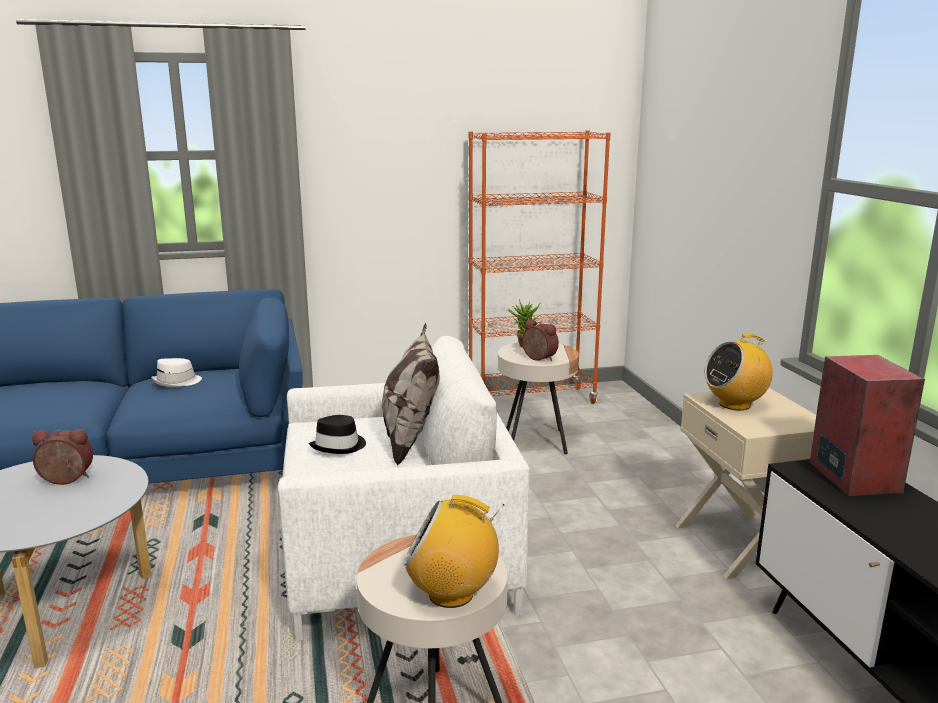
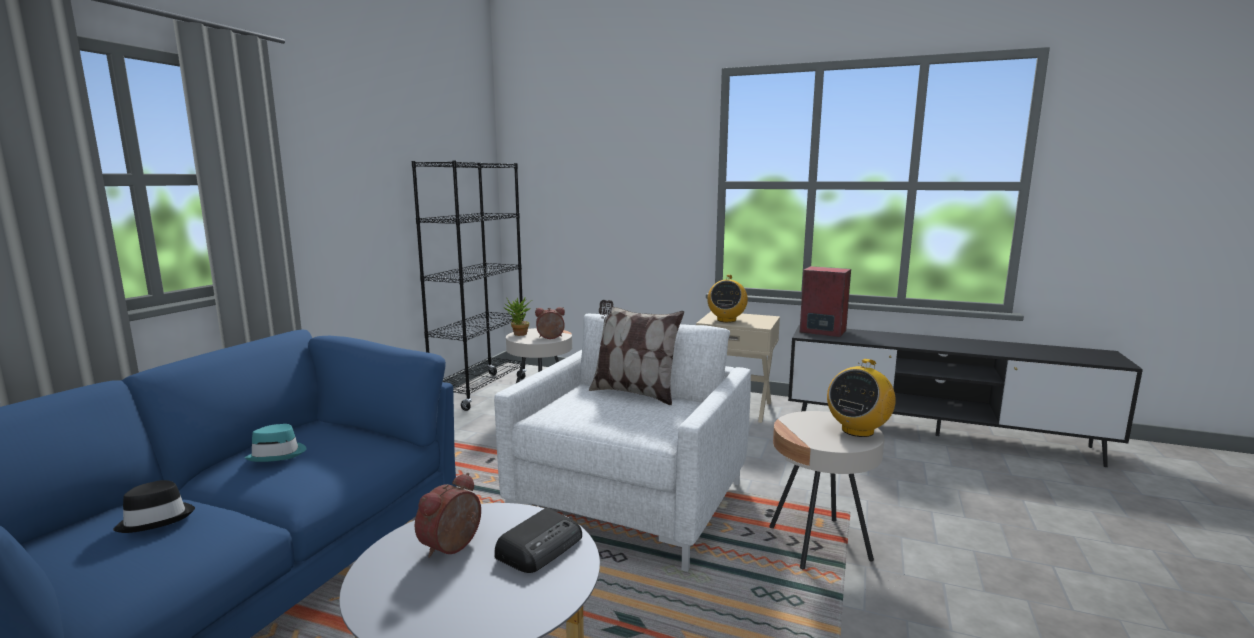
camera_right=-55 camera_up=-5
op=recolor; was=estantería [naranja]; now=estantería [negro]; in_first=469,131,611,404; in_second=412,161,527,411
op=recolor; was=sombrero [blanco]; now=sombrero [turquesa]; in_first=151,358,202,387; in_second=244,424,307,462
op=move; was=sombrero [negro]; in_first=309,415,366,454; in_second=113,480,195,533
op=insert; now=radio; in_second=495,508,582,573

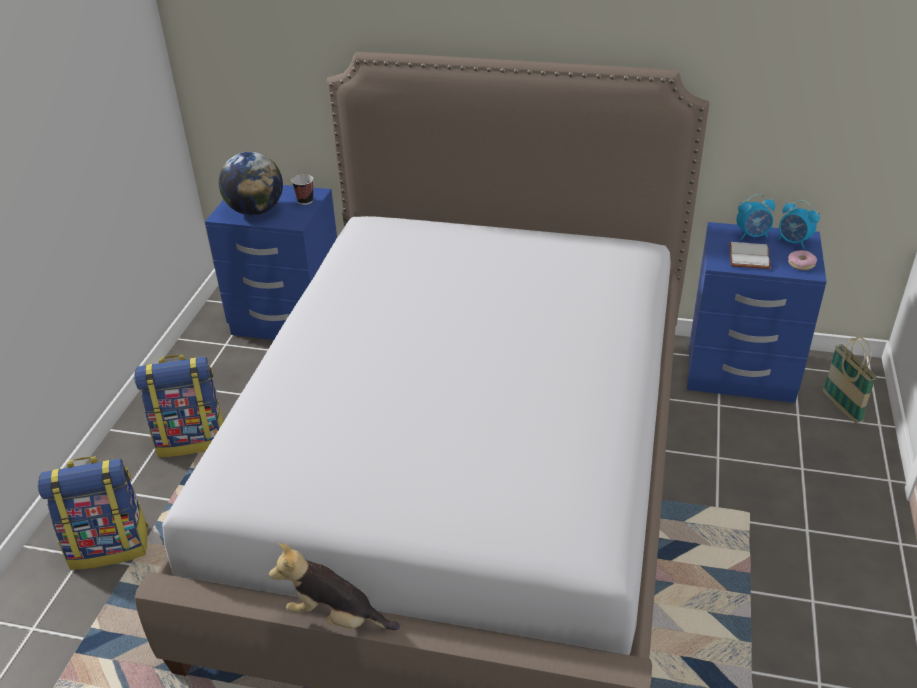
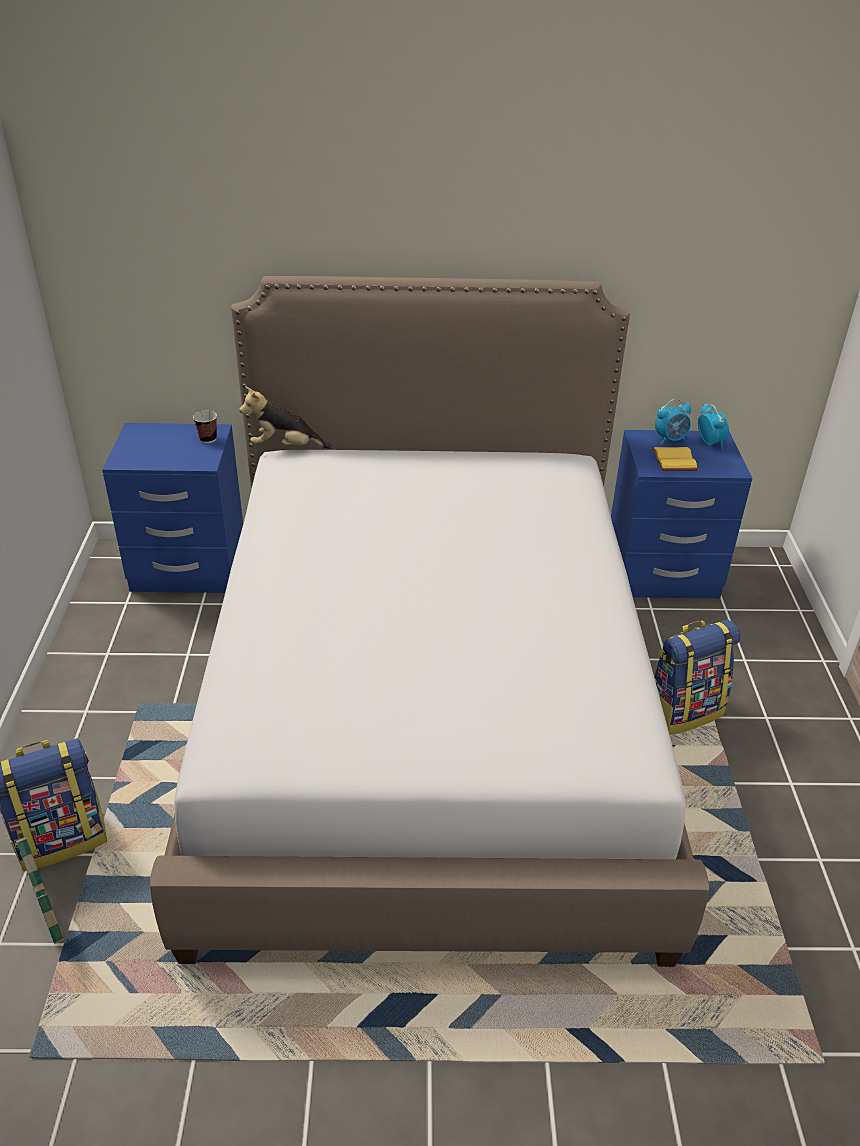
camera_right=-15 camera_up=0
op=delete; was=globo terráqueo; in_first=219,152,283,215
op=rotate; was=despertador; in_first=777,200,820,249; in_second=698,404,729,449; clockwise=-135
op=recolor; was=libro [blanco]; now=libro [amarillo]; in_first=729,242,771,269; in_second=652,447,699,471
op=delete; was=rosquilla; in_first=788,250,817,270
op=move; was=cesta; in_first=823,336,877,423; in_second=16,835,64,944
op=move; was=mochila; in_first=134,355,224,457; in_second=654,619,740,735
op=move; was=peluche; in_first=269,543,400,630; in_second=239,386,332,449

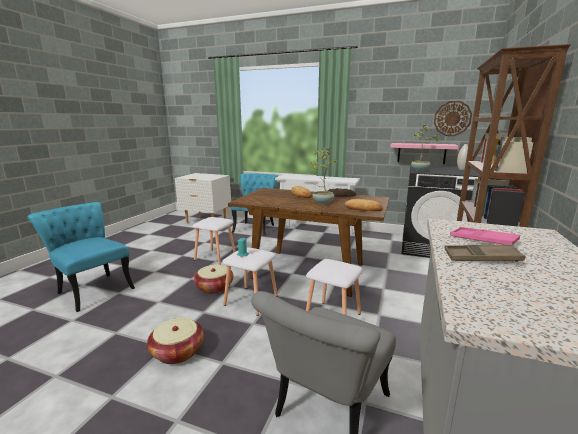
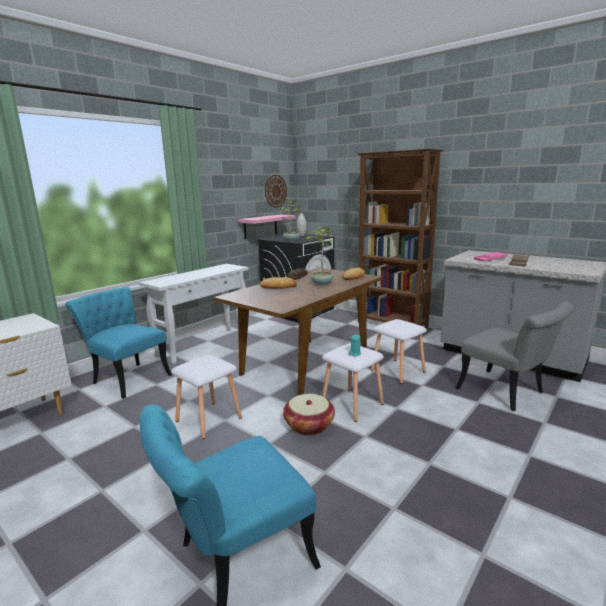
camera_right=-70 camera_up=0
op=delete; was=cesta; in_first=147,318,204,364

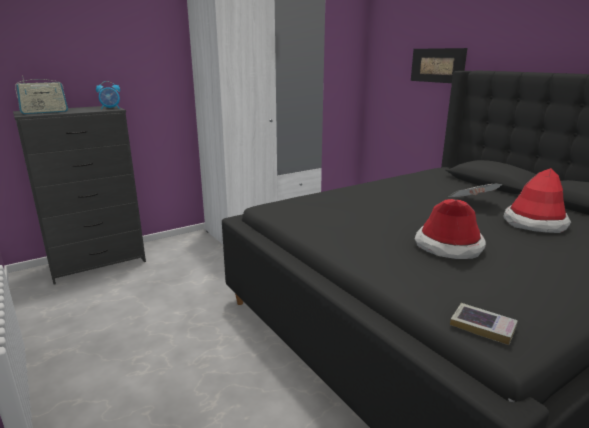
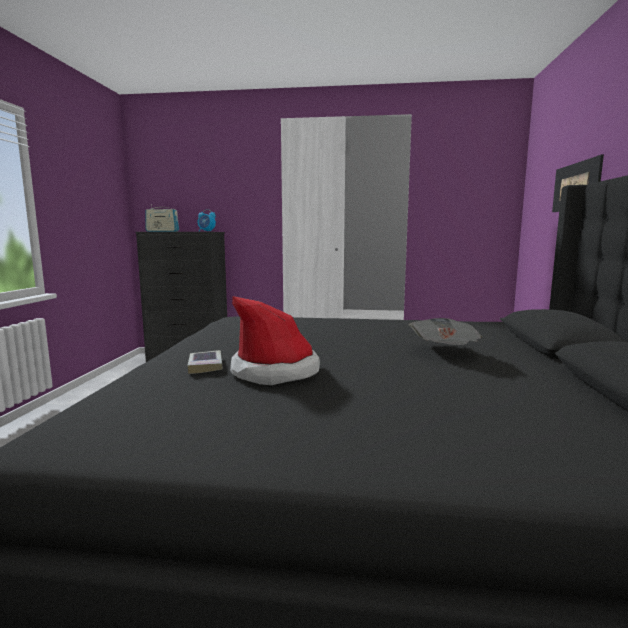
camera_right=40 camera_up=-10
op=delete; was=sombrero; in_first=503,168,571,233
op=move; was=libro; in_first=450,303,518,345; in_second=187,350,223,374

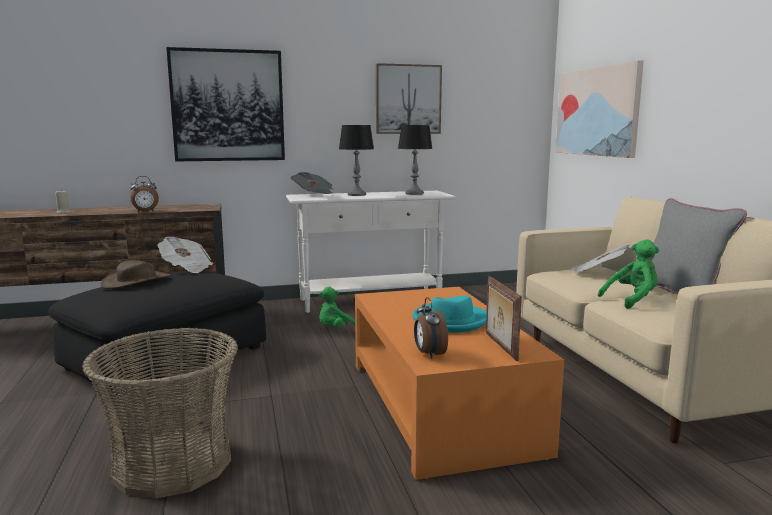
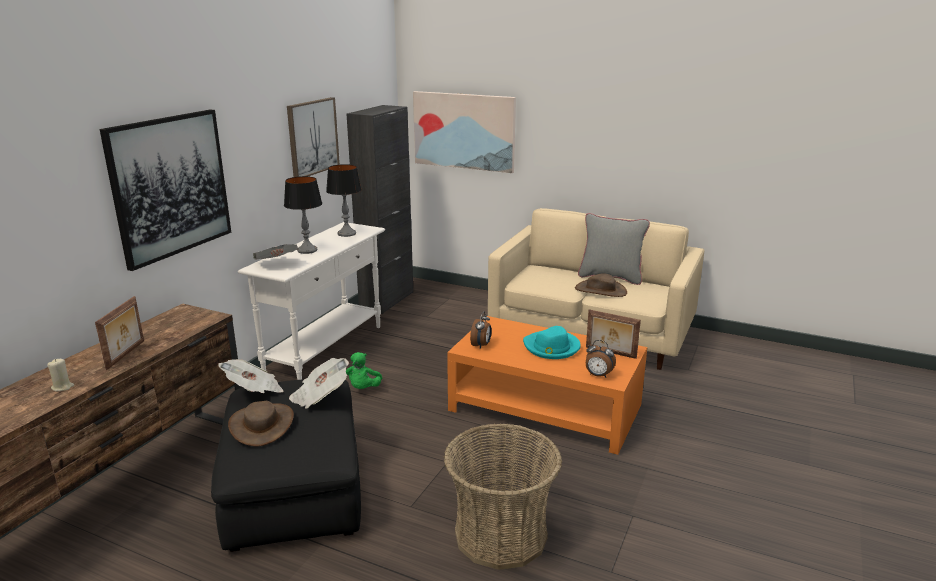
camera_right=-50 camera_up=10
op=move; was=despertador; in_first=130,176,159,212; in_second=470,311,492,349
op=replace; was=peluche [verde]; now=sombrero [marrón]; in_first=598,239,660,309; in_second=575,274,627,297
op=move; was=periódico; in_first=571,245,632,273; in_second=289,358,349,408
op=insert; now=armario [negro]; in_second=347,105,413,314
op=insert; now=portarretratos; in_second=95,296,144,370

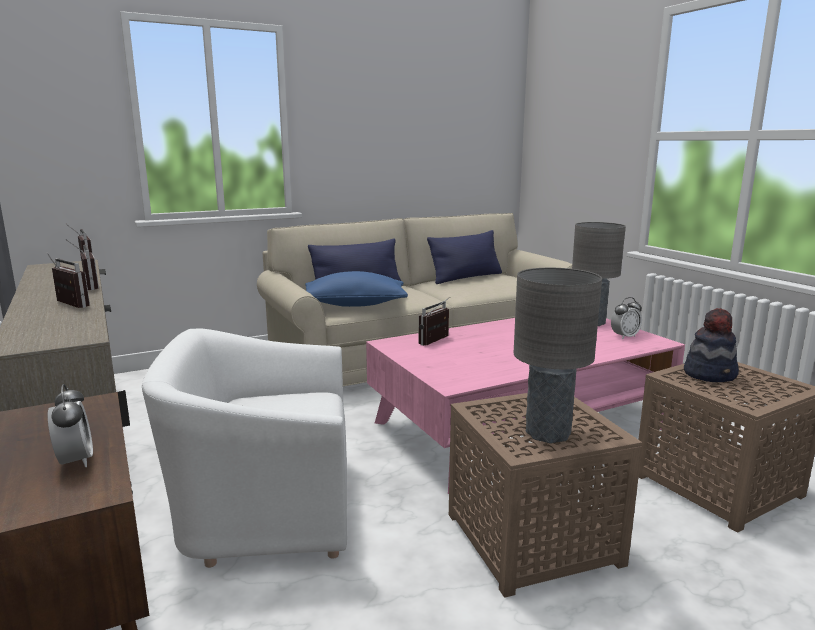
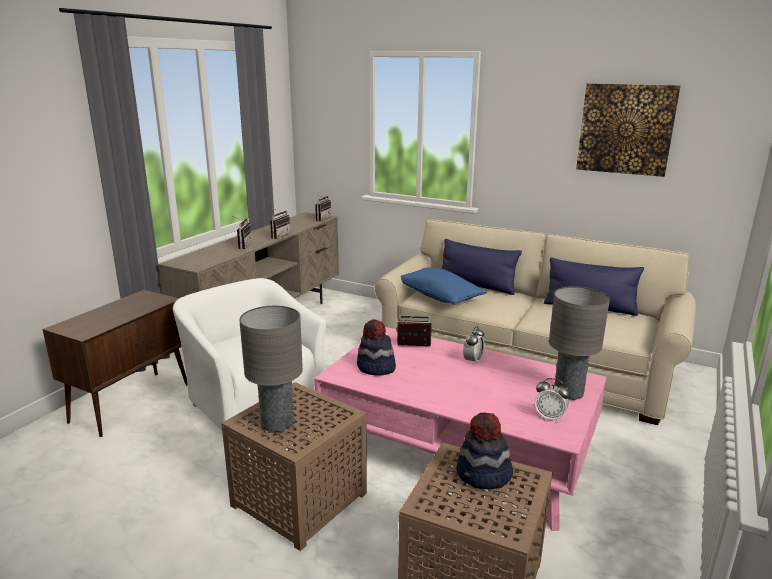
camera_right=55 camera_up=5
op=move; was=despertador; in_first=48,384,93,467; in_second=463,327,484,365
op=insert; now=cuadro; in_second=576,84,681,177
op=insert; now=sombrero; in_second=357,319,396,376

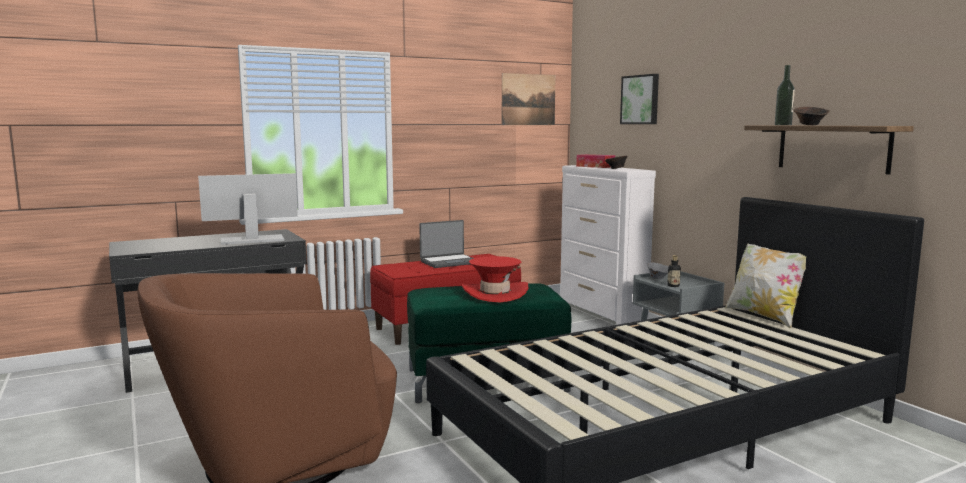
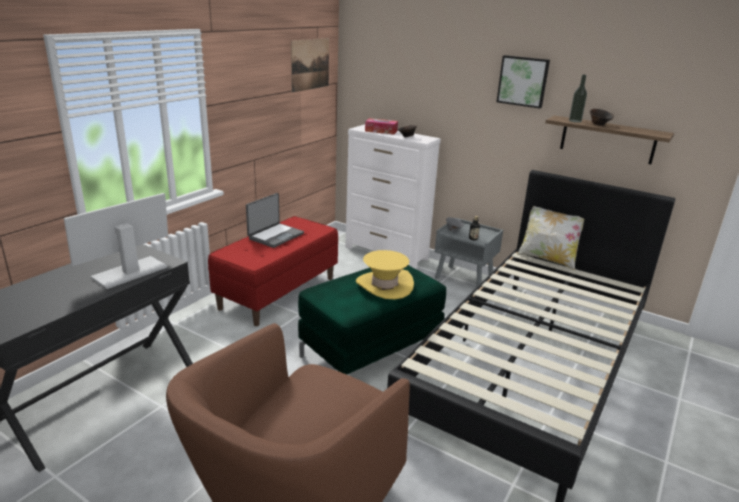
camera_right=-30 camera_up=15
op=move; was=cuadro; in_first=620,74,659,124; in_second=497,55,550,108
op=recolor; was=sombrero [rojo]; now=sombrero [amarillo]; in_first=462,256,528,302; in_second=356,250,414,299

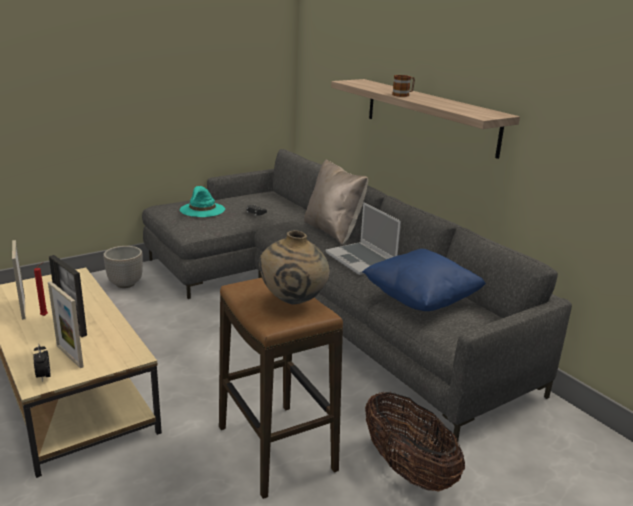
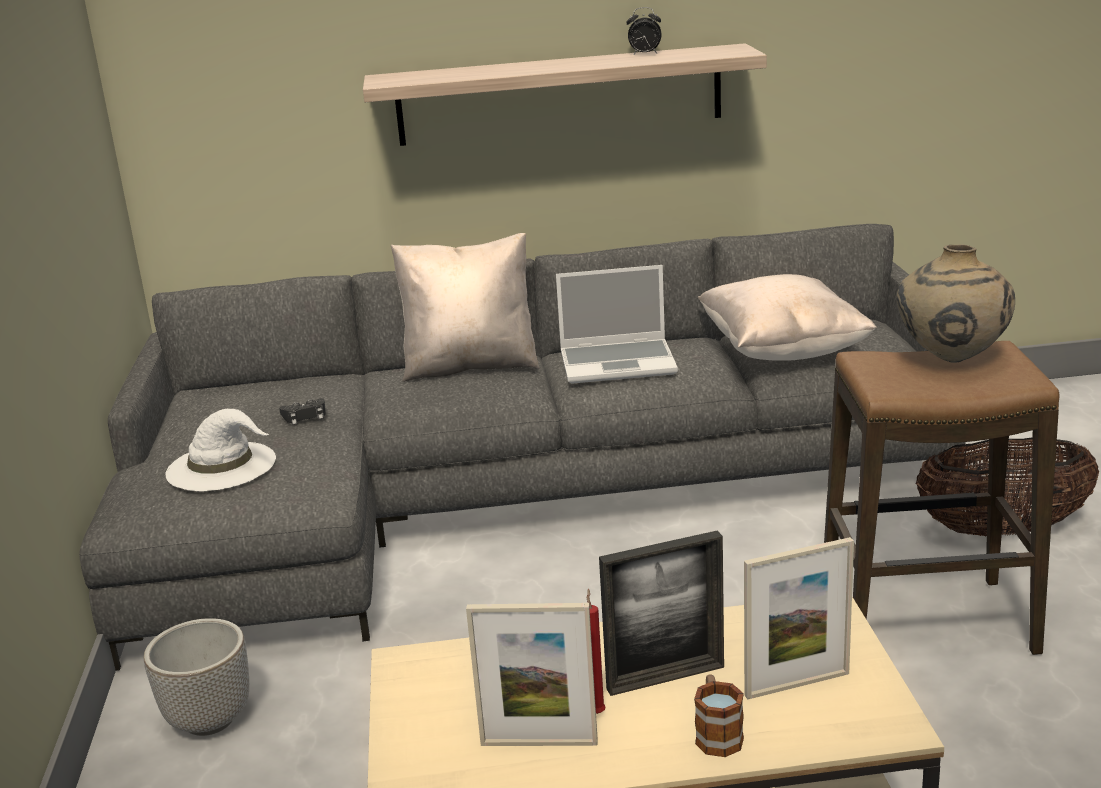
camera_right=-60 camera_up=0
op=move; was=taza grande; in_first=392,75,415,97; in_second=694,675,744,757
op=recolor; was=sombrero [turquesa]; now=sombrero [blanco]; in_first=180,186,225,217; in_second=165,409,276,491
op=recolor; was=cojín [azul]; now=cojín [beis]; in_first=362,249,486,311; in_second=698,274,877,361
op=move; was=despertador; in_first=33,344,51,382; in_second=626,7,661,54

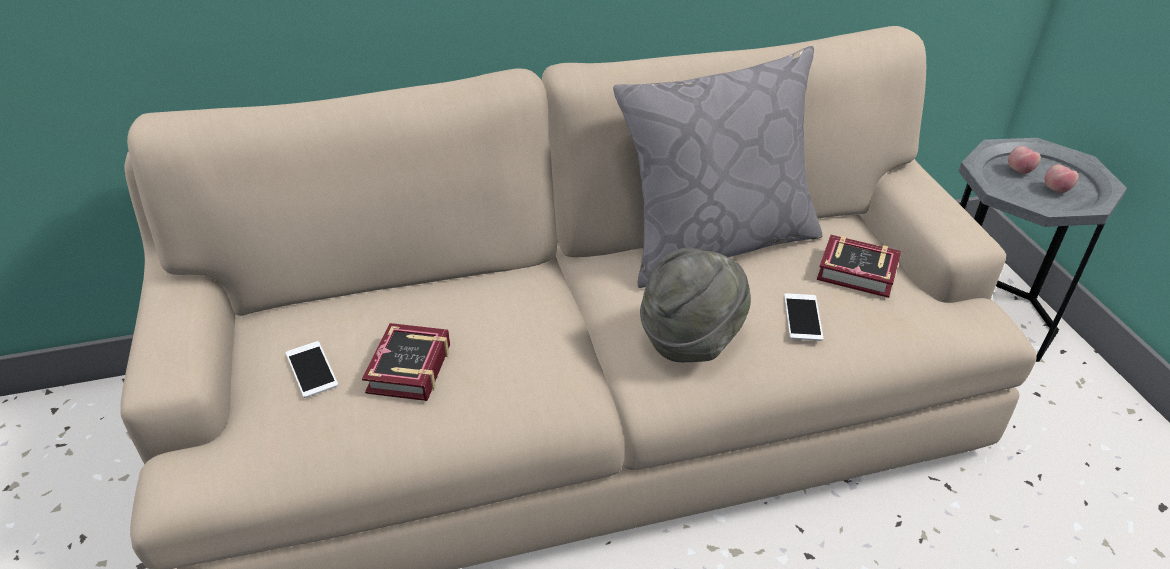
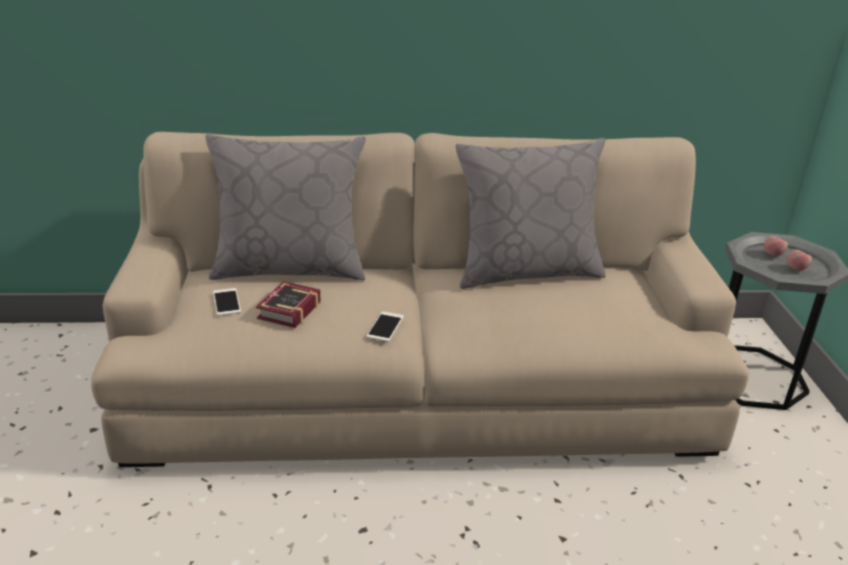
camera_right=10 camera_up=-10
op=delete; was=libro; in_first=817,235,901,298
op=delete; was=sombrero [gris]; in_first=640,248,751,362
op=move; was=móvil; in_first=784,293,823,341; in_second=366,312,404,342
op=insert; now=cojín [gris]; in_second=206,134,366,280

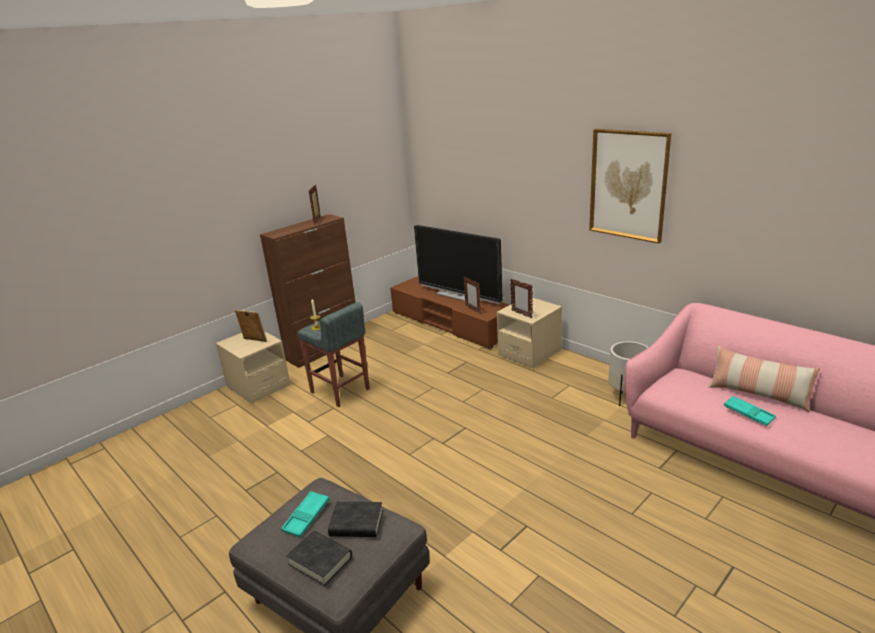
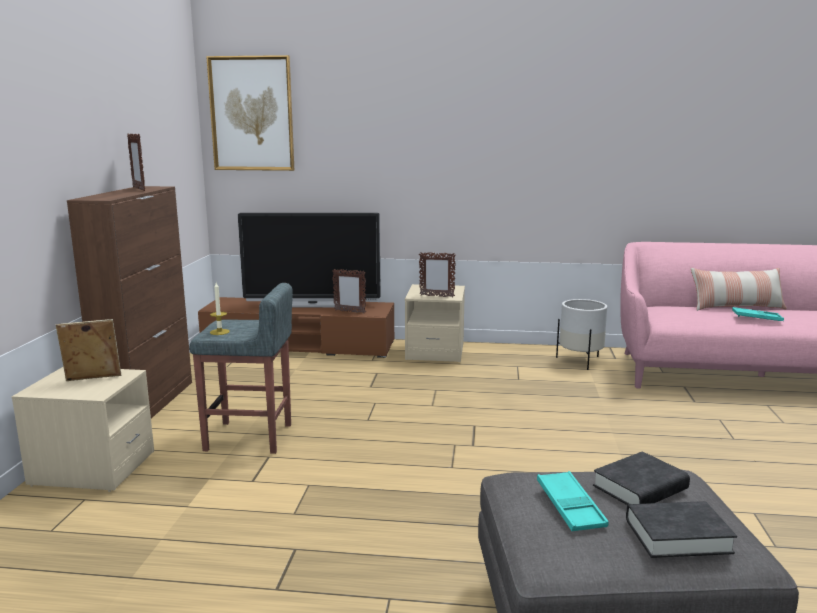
camera_right=-40 camera_up=-10
op=move; was=cuadro; in_first=589,129,671,243; in_second=206,55,294,171

